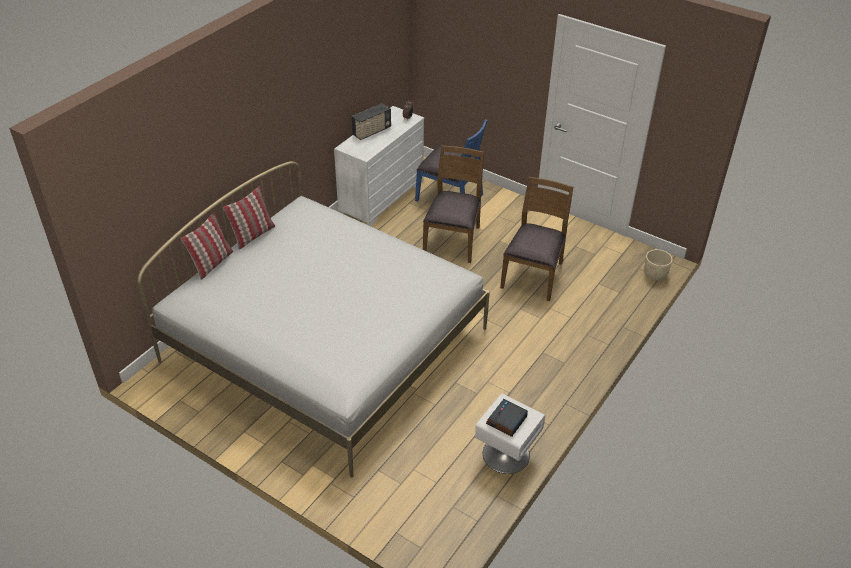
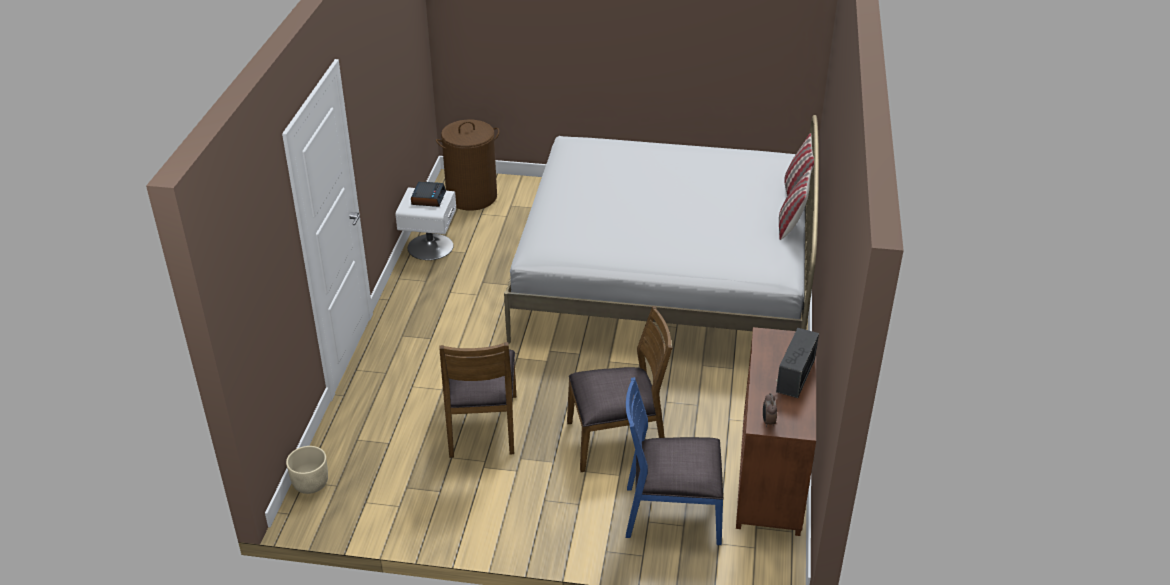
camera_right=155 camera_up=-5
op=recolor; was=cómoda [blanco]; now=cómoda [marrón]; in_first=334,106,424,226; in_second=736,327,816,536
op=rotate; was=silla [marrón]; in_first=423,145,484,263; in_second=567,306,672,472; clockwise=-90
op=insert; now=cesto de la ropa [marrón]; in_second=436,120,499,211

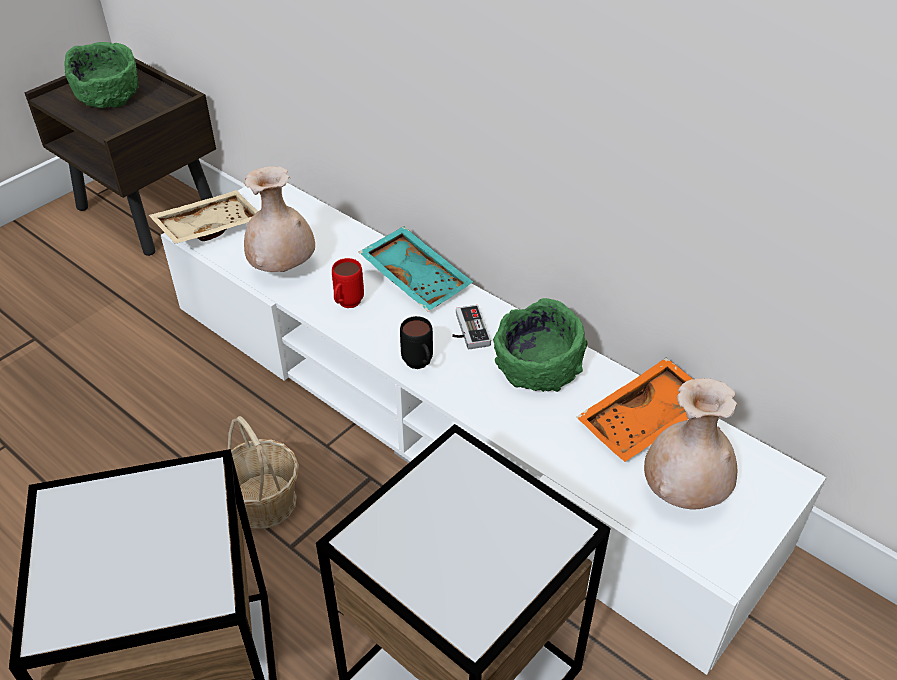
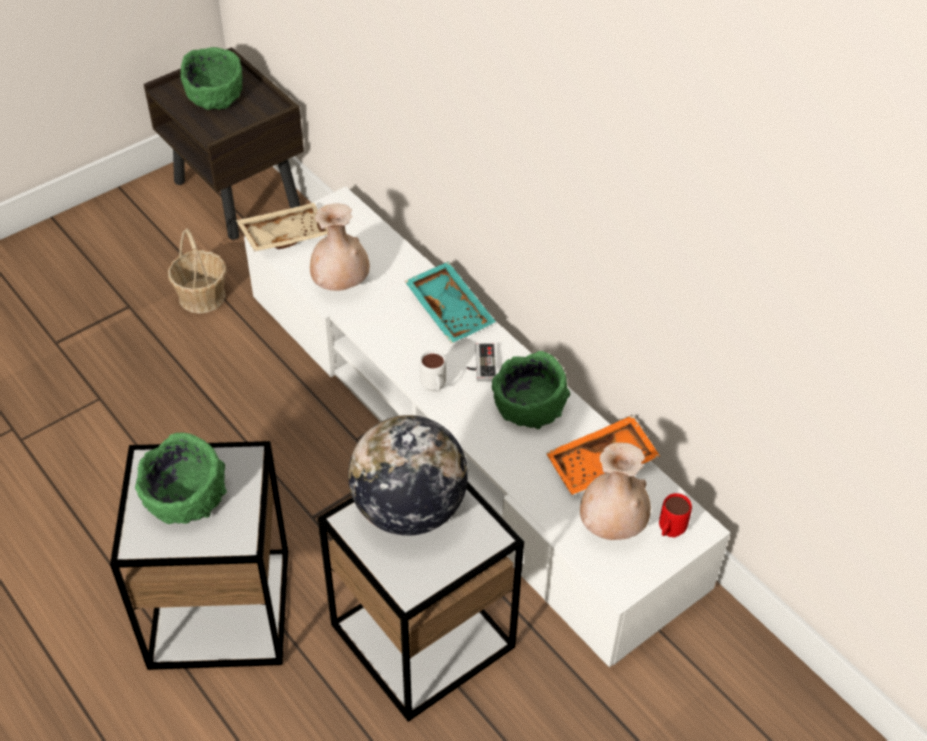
camera_right=10 camera_up=5
op=move; was=taza grande [rojo]; in_first=332,258,364,308; in_second=659,493,692,537
op=recolor; was=taza grande [negro]; now=taza grande [blanco]; in_first=400,316,433,369; in_second=420,350,446,392
op=move; was=cesta; in_first=224,416,299,529; in_second=168,228,227,314
op=insert; now=globo terráqueo; in_second=348,415,468,536
op=insert; now=cuenco [verde]; in_second=135,433,227,524

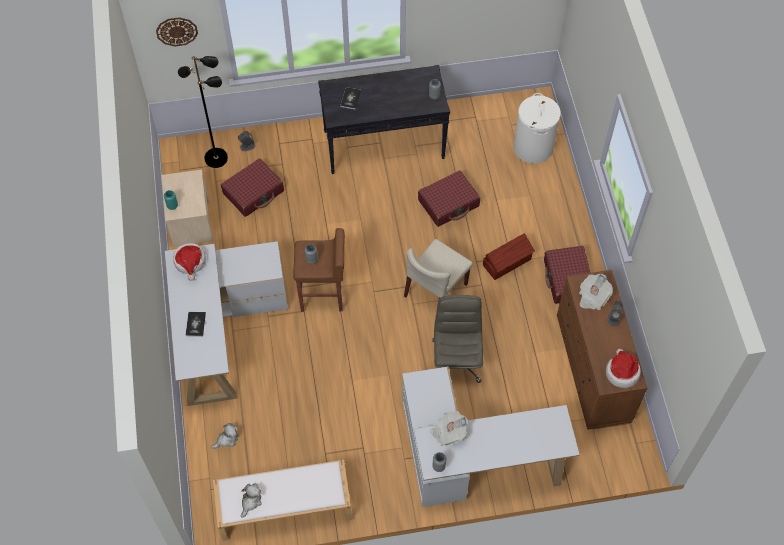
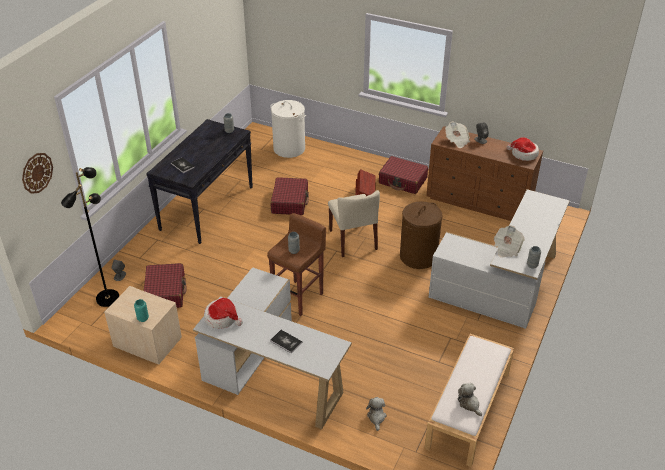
camera_right=-55 camera_up=-20
op=replace; was=silla de oficina [gris]; now=cesto de la ropa [marrón]; in_first=433,295,483,383; in_second=400,202,443,269

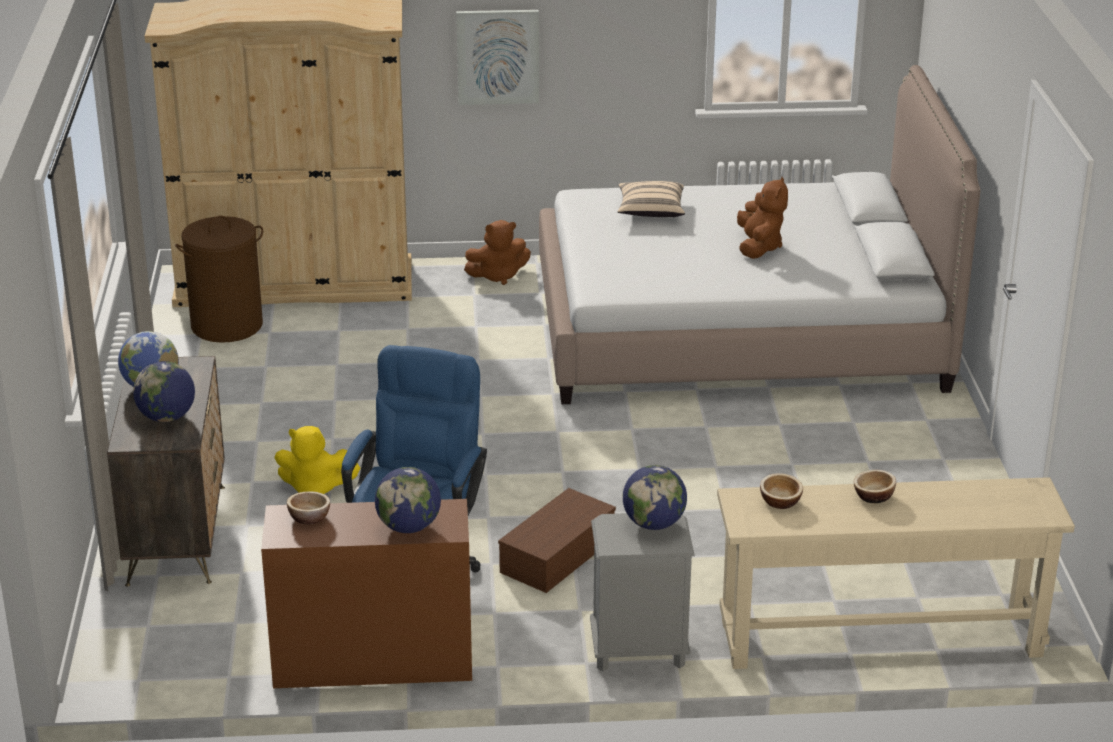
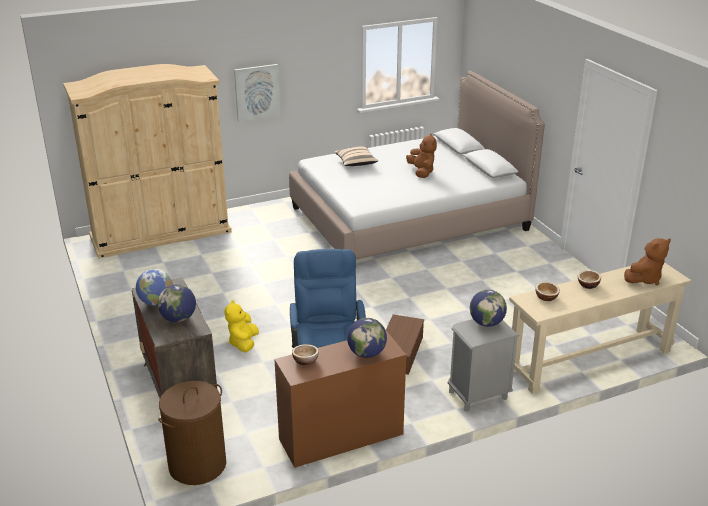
camera_right=-20 camera_up=0
op=move; was=cesto de la ropa [marrón]; in_first=175,216,263,343; in_second=158,381,226,485
op=move; was=peluche [marrón]; in_first=464,220,531,285; in_second=624,238,671,285
op=rotate; was=peluche [amarillo]; in_first=274,426,360,494; in_second=224,300,259,352; clockwise=105

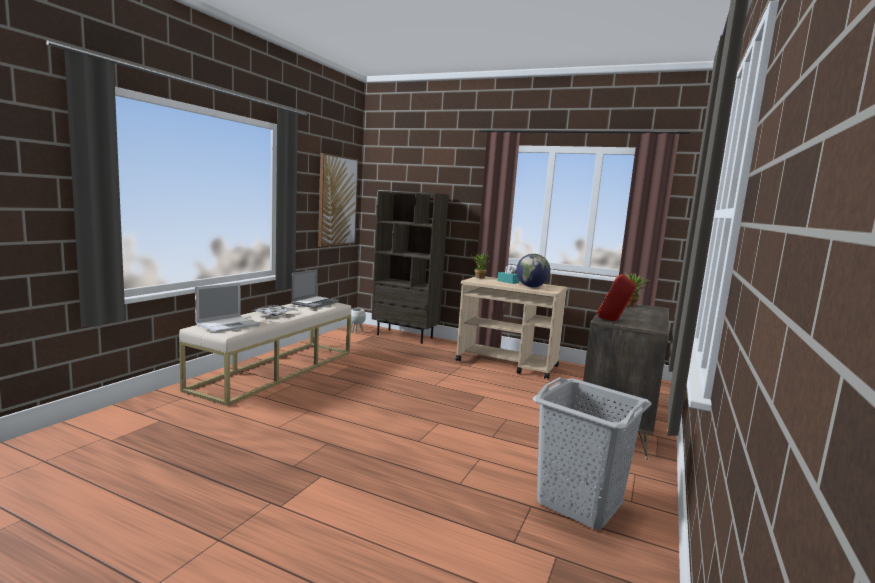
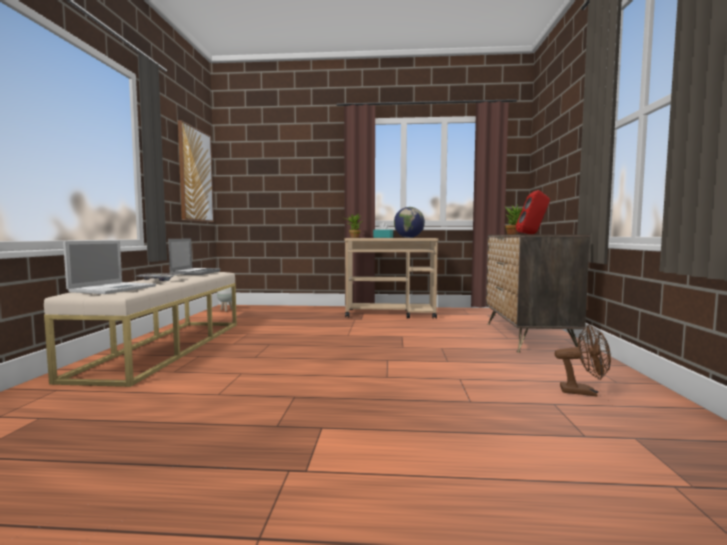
camera_right=-20 camera_up=-5
op=delete; was=estantería [marrón]; in_first=372,190,449,344
op=replace; was=cesto de la ropa [gris]; now=ventilador [marrón]; in_first=533,377,652,530; in_second=555,325,611,396

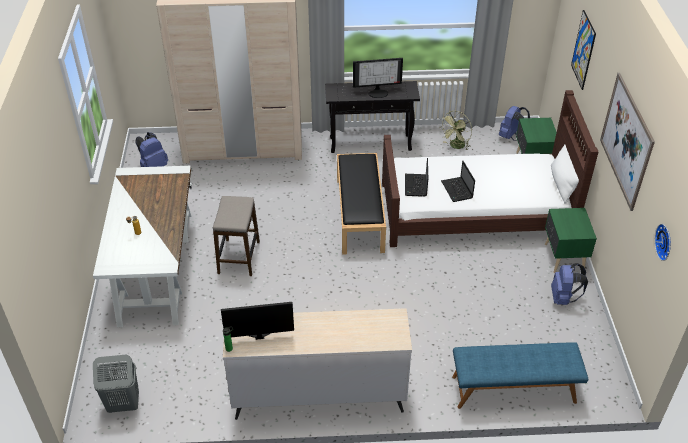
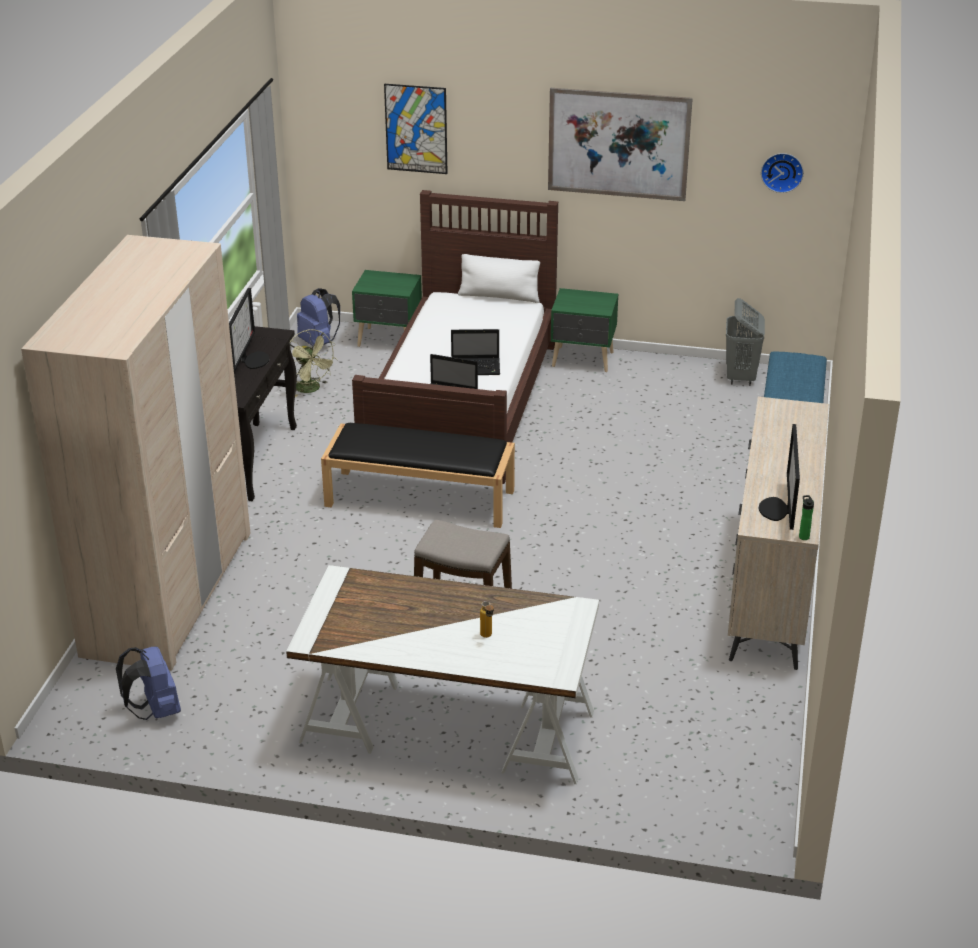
camera_right=-75 camera_up=-10
op=delete; was=mochila [azul]; in_first=551,263,588,305
op=move; was=cesto de la ropa [gris]; in_first=93,355,139,413; in_second=726,298,765,386

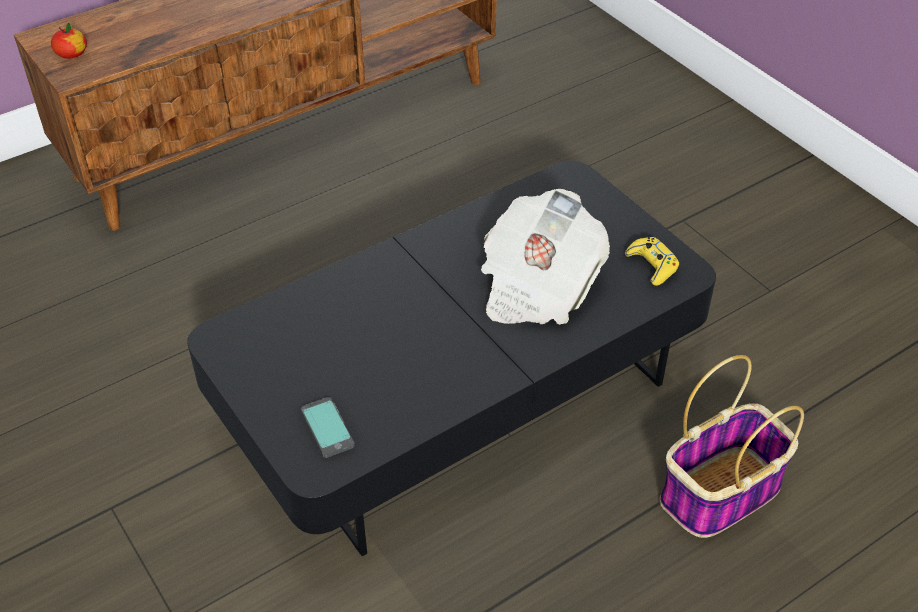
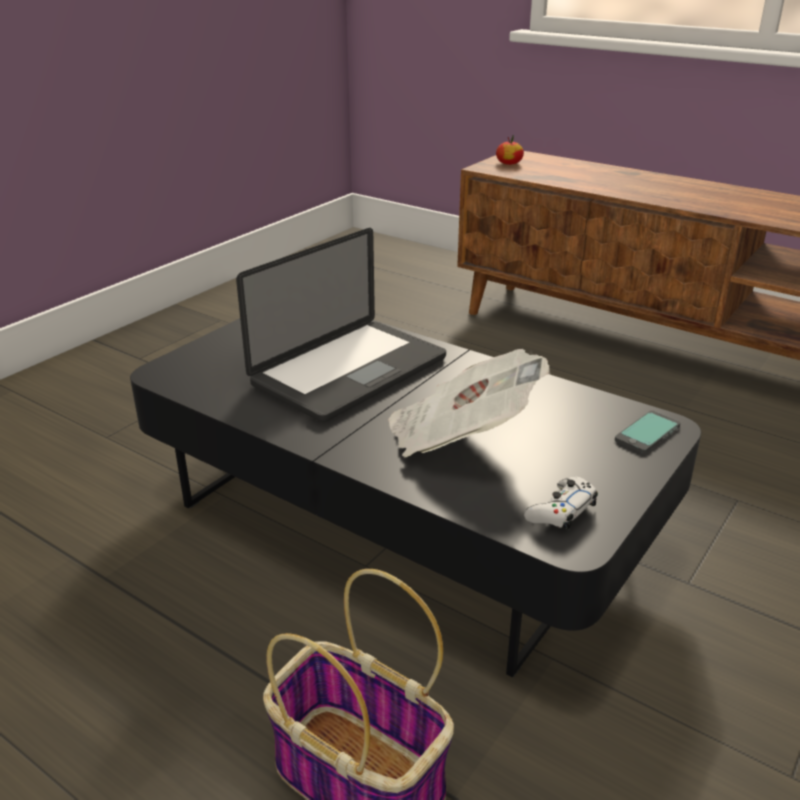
camera_right=70 camera_up=-15
op=recolor; was=mando de consola [amarillo]; now=mando de consola [blanco]; in_first=625,237,679,286; in_second=524,477,598,530
op=move; was=móvil; in_first=301,397,355,458; in_second=615,411,681,454
op=insert; now=portátil; in_second=236,228,446,422

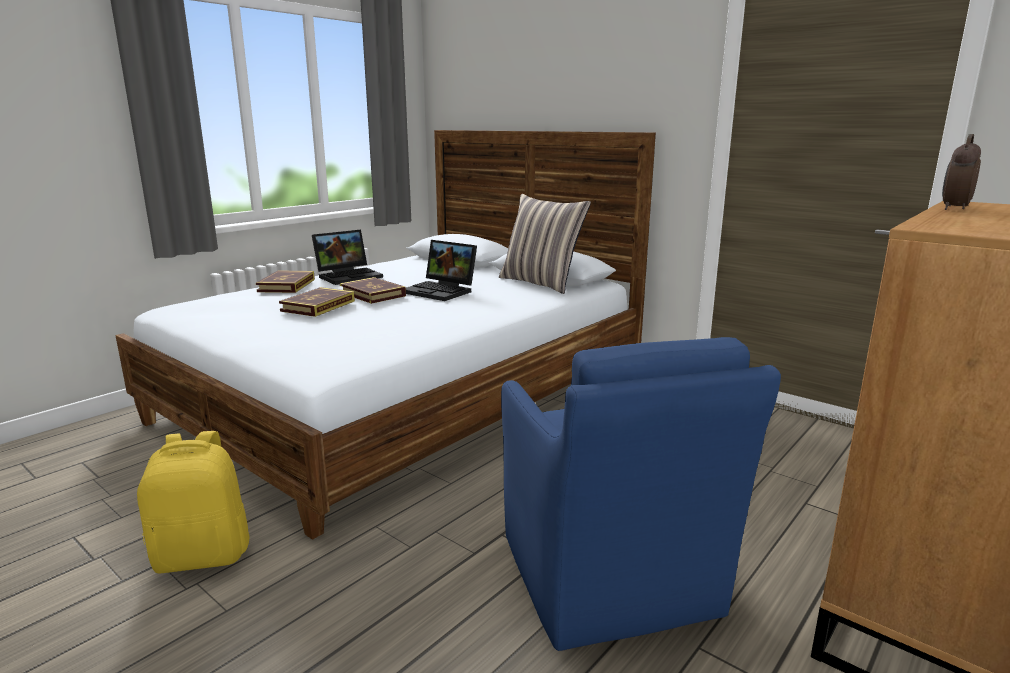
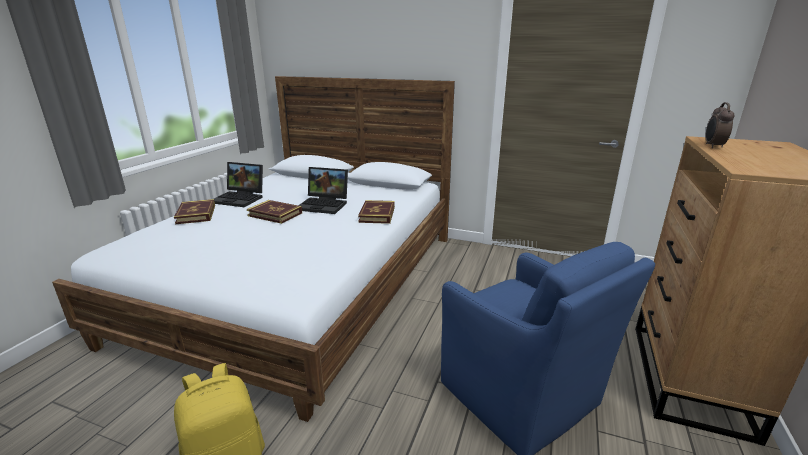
camera_right=-20 camera_up=5
op=delete; was=cojín; in_first=499,194,591,294
op=rotate; was=portátil; in_first=312,230,383,285; in_second=214,162,263,207; clockwise=75
op=move; was=libro; in_first=279,287,355,317; in_second=358,200,395,224

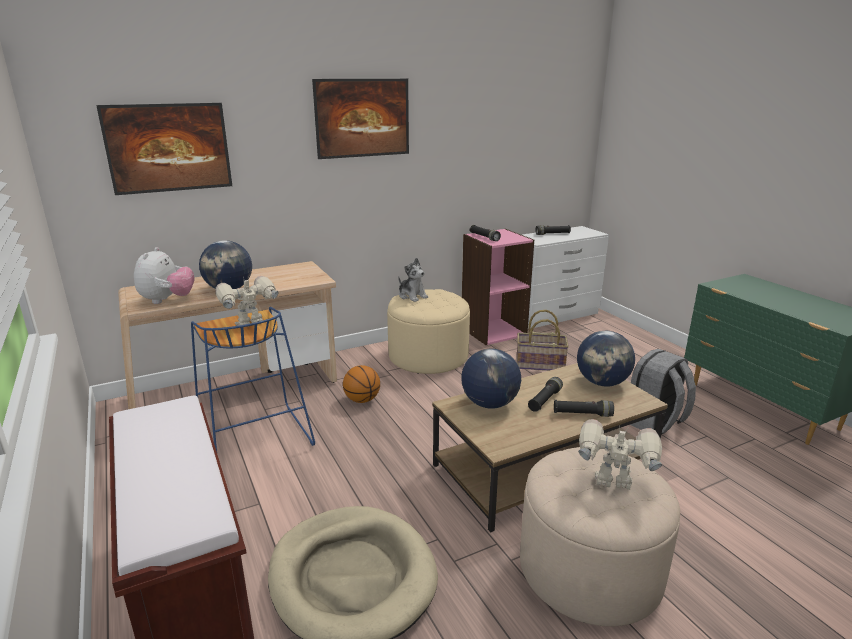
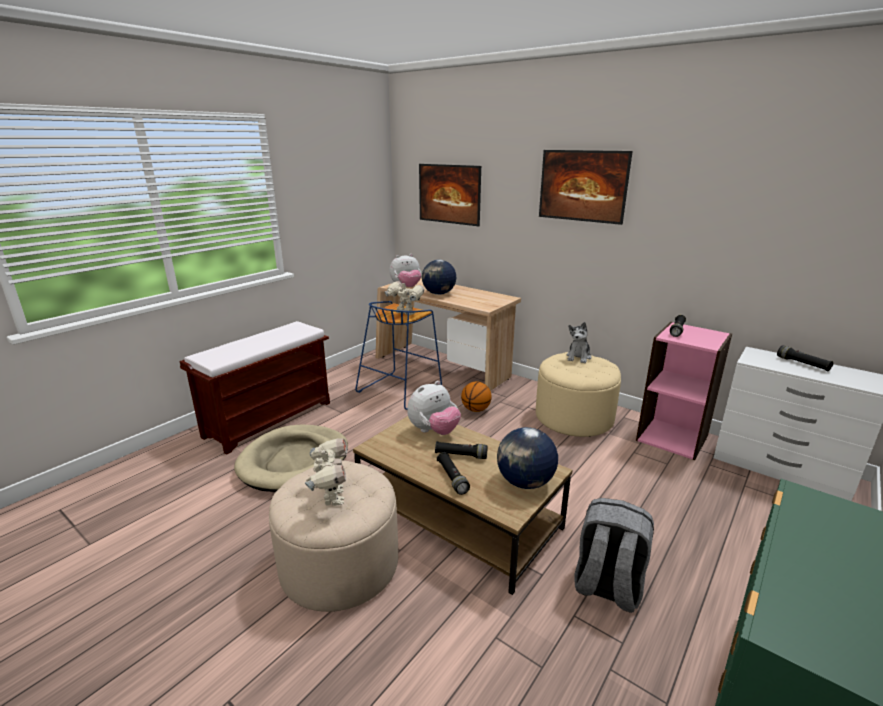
camera_right=65 camera_up=0
op=delete; was=cesta; in_first=517,310,569,371
op=replace; was=globo terráqueo; now=peluche; in_first=461,349,521,409; in_second=407,381,461,435

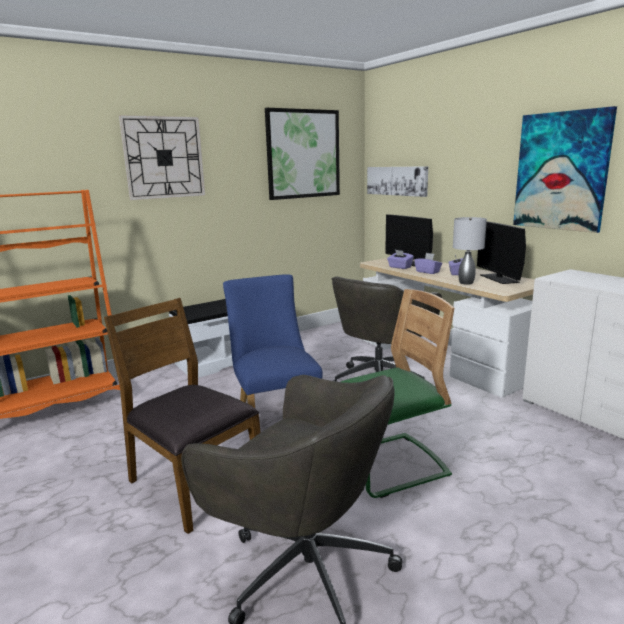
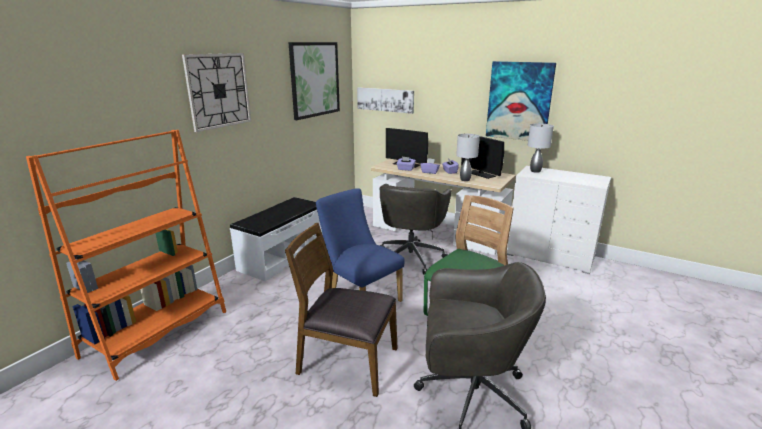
camera_right=-25 camera_up=5
op=insert; now=lámpara de mesa [gris]; in_second=528,123,554,173

